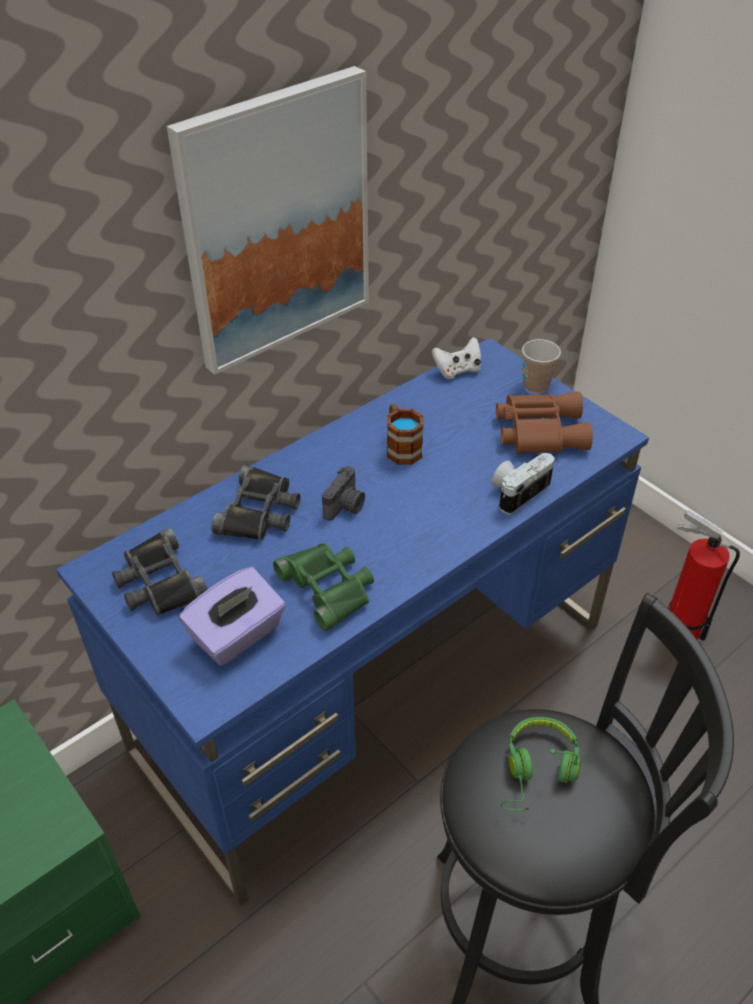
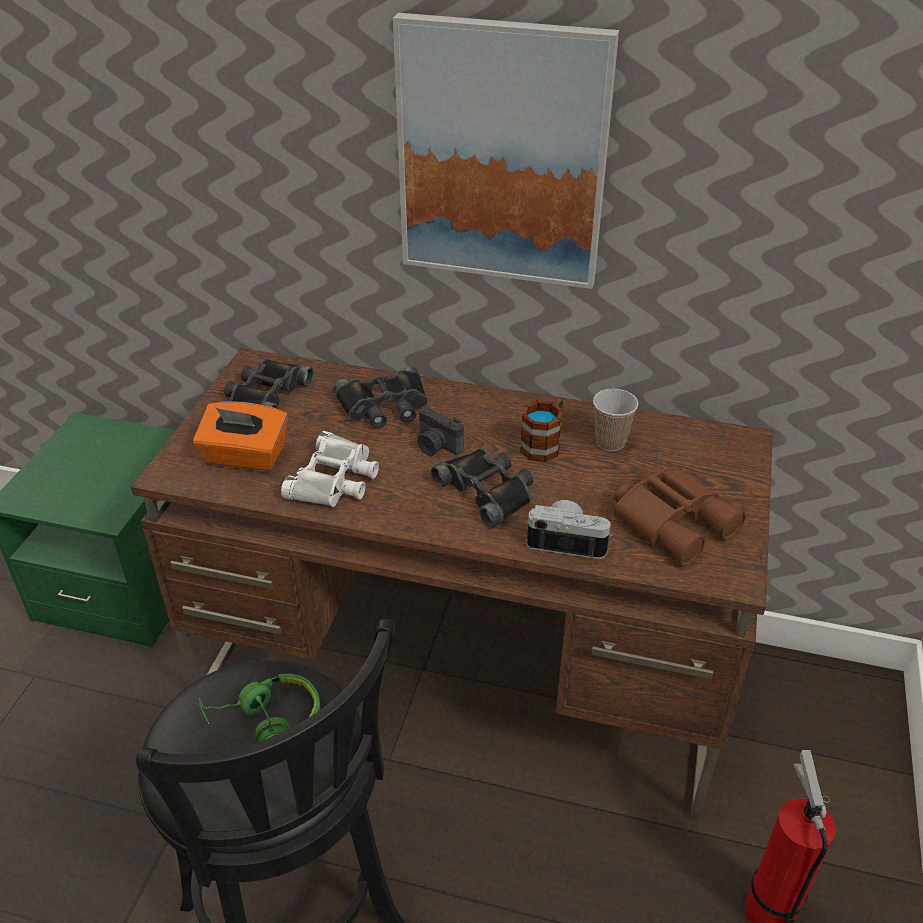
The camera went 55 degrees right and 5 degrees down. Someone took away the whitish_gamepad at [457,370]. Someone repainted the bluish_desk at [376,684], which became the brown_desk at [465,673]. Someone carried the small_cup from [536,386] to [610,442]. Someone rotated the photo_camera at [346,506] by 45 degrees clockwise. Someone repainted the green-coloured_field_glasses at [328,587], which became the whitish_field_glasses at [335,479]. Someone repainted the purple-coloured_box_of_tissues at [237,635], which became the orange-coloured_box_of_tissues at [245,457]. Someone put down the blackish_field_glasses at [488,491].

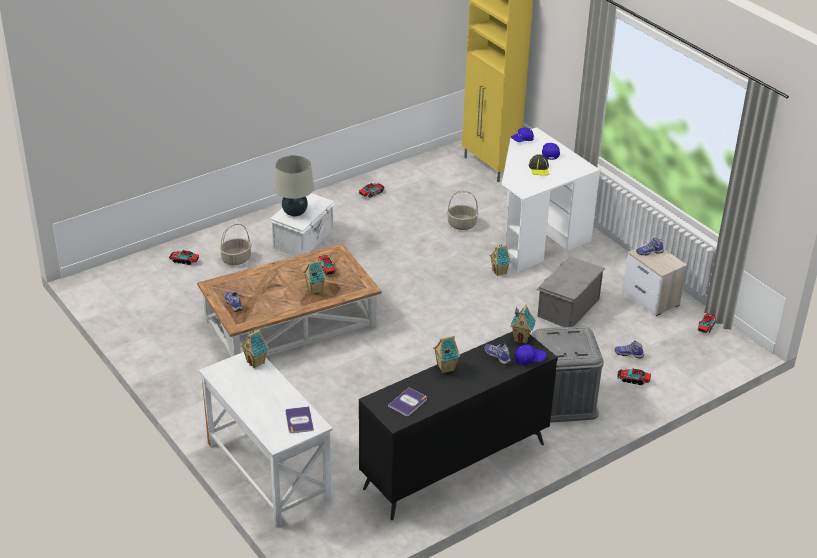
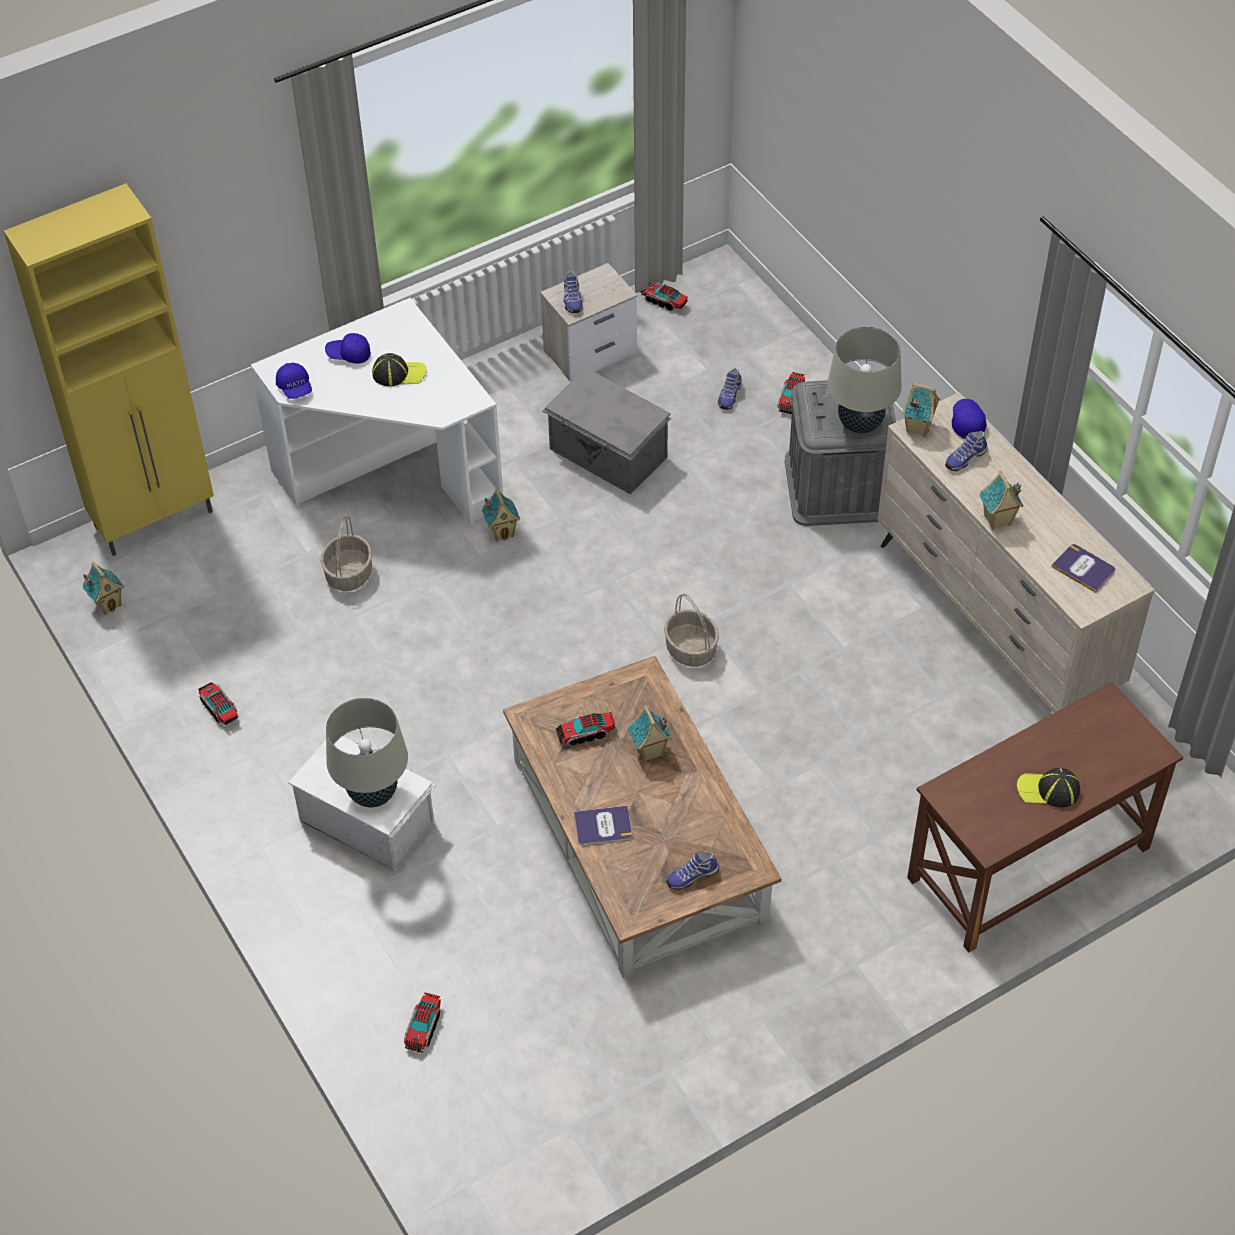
The camera went 85 degrees left and 15 degrees up. Someone carried the basket from [236,259] to [691,649]. Someone carried the model_house from [256,362] to [108,604]. Someone repainted the blackish_dresser at [454,466], which became the sand-coloured_dresser at [995,624]. Someone repainted the whitish_desk at [267,472], which became the brown_desk at [1029,864]. Someone carried the bound_book from [299,420] to [603,826]. Someone put down the sand-coloured_table_lamp at [860,423]. Someone put down the peaked_cap at [1048,790].

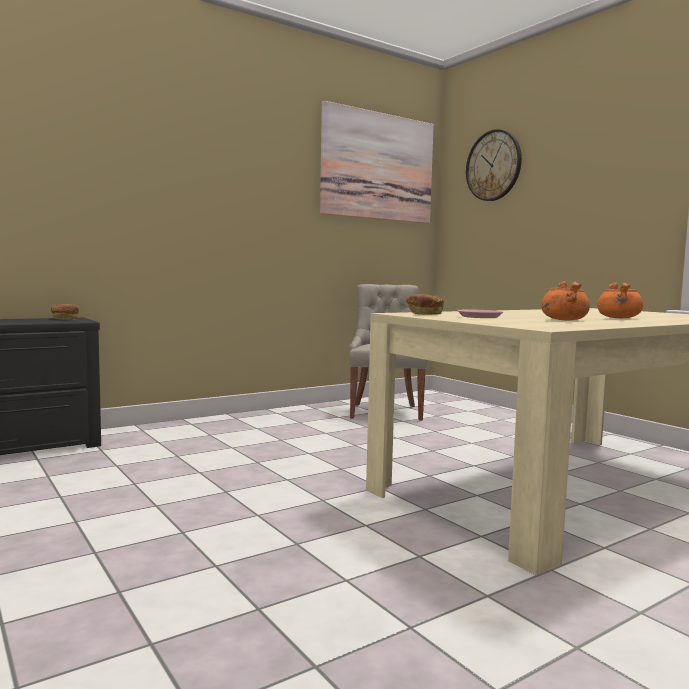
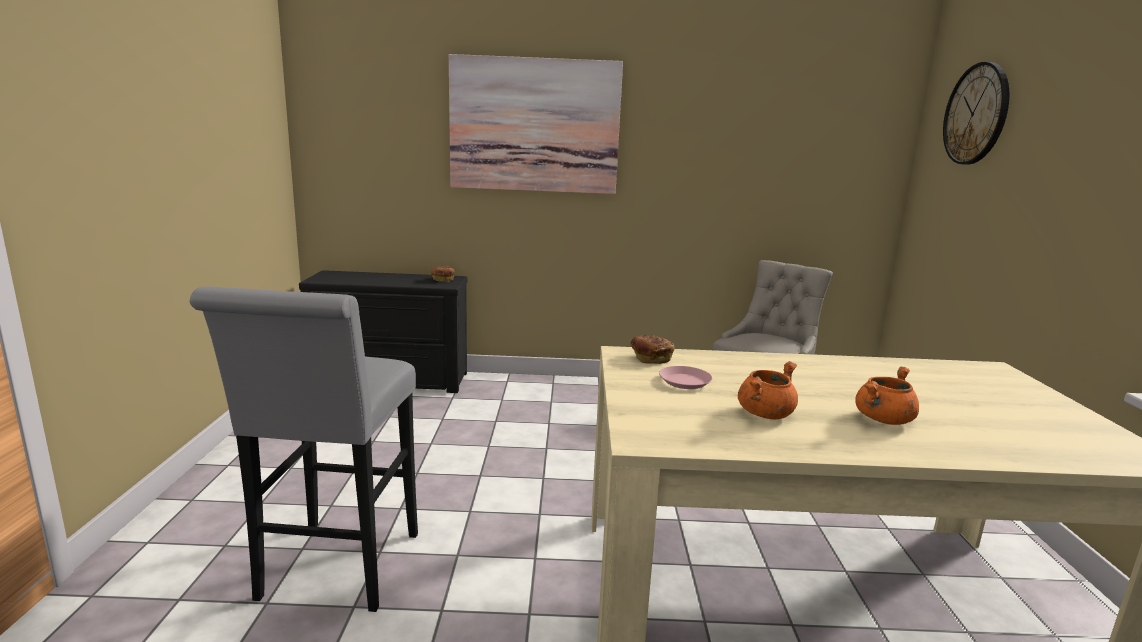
The camera went 35 degrees right and 10 degrees up. Someone carried the wall_picture from [378,167] to [534,126]. Someone put down the greyish_stool_seat at [335,573].

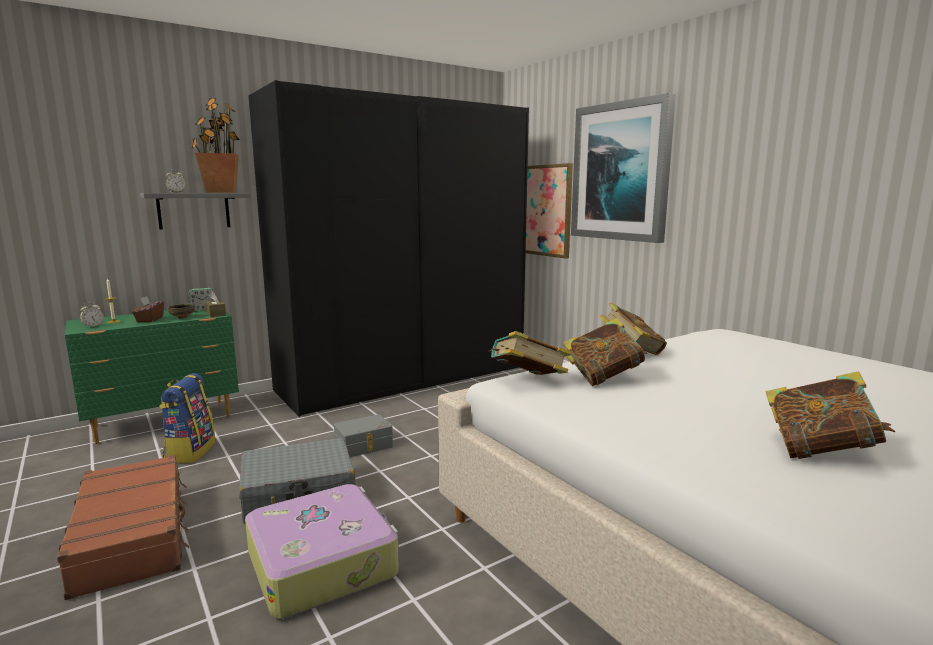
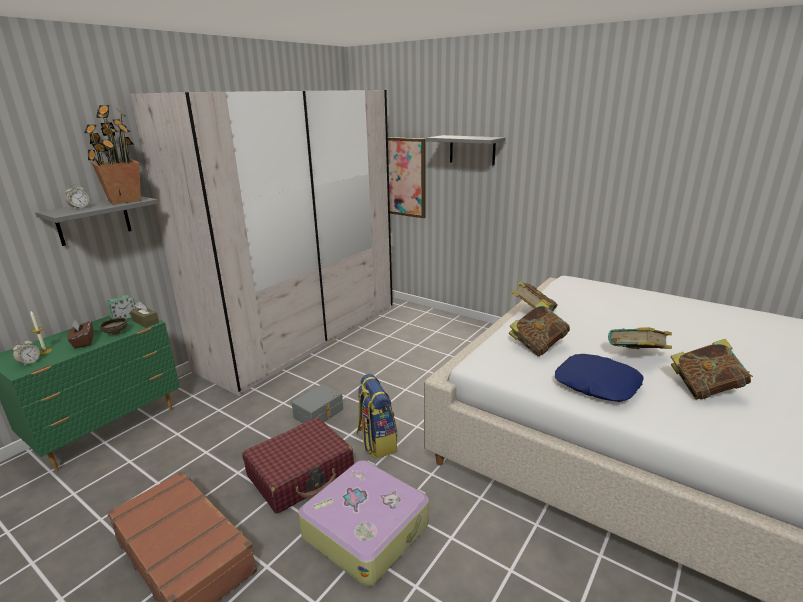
The camera went 20 degrees left and 10 degrees up. Someone repainted the blackish_armoire at [405,378], which became the sand-coloured_armoire at [304,336]. Someone swapped the wall_picture at [621,172] for the greyish_shelf at [472,150]. Someone carried the bound_book from [527,382] to [636,357]. Someone carried the knapsack from [190,452] to [376,442]. Someone repainted the greyish_piece_of_luggage at [299,495], which became the reddish_piece_of_luggage at [301,474]. Someone put down the bluish_throw_pillow at [596,385].

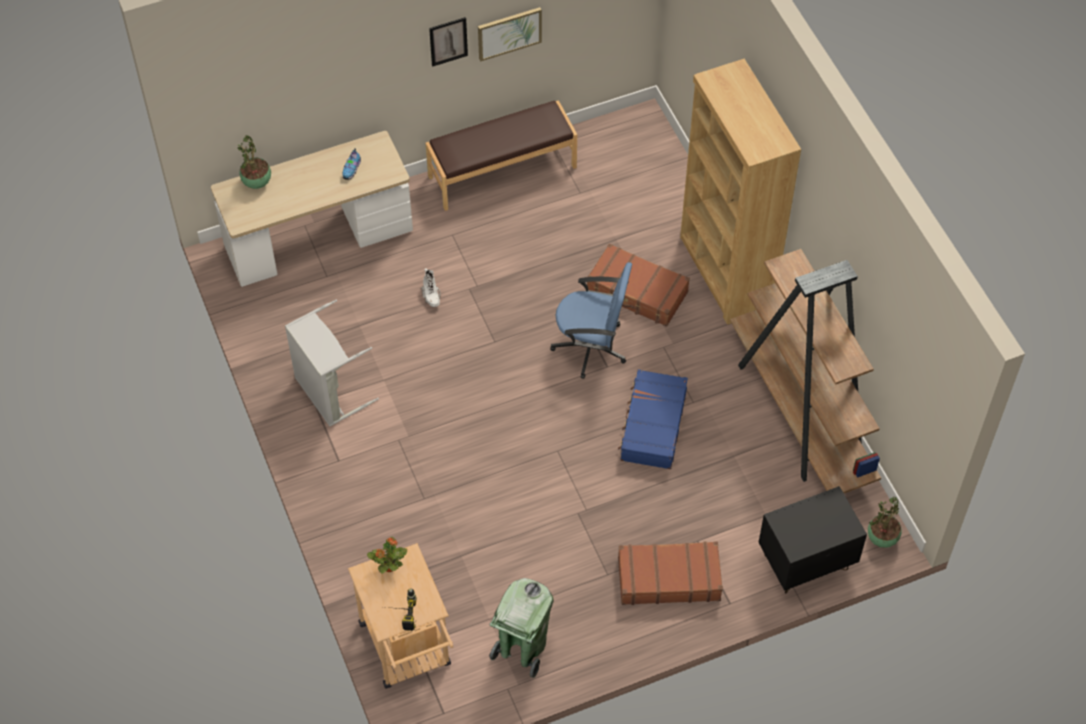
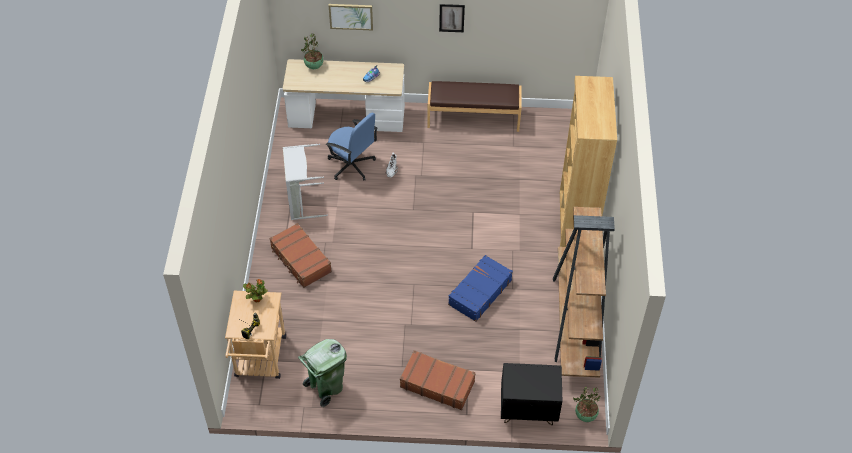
The camera went 25 degrees right and 5 degrees down. Someone carried the wall_picture from [509,33] to [351,16]. Someone carried the brown_piece_of_luggage from [637,292] to [300,260]. Someone carried the bluish_office_chair from [591,347] to [351,165].

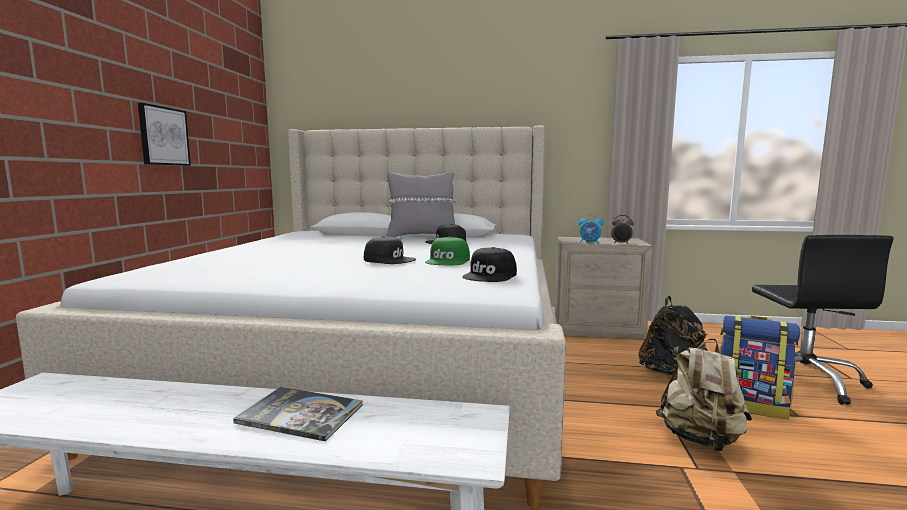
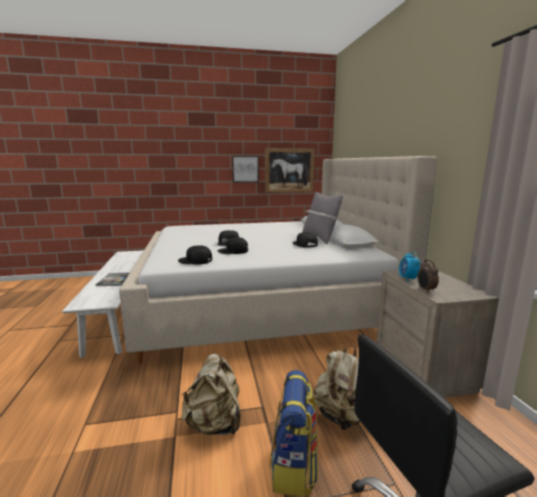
The camera went 70 degrees right and 5 degrees up. Someone repainted the green-coloured_peaked_cap at [448,261], which became the blackish_peaked_cap at [233,251]. Someone repainted the blackish_knapsack at [670,372], which became the sand-coloured_knapsack at [342,416]. Someone put up the wall_picture at [289,170].

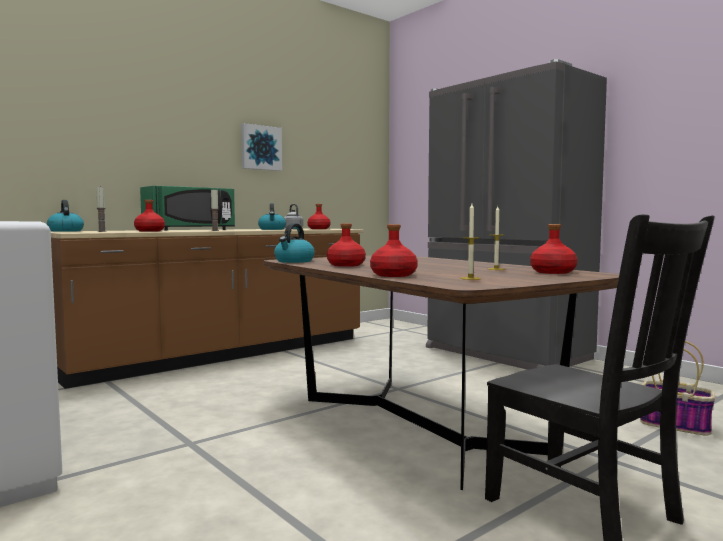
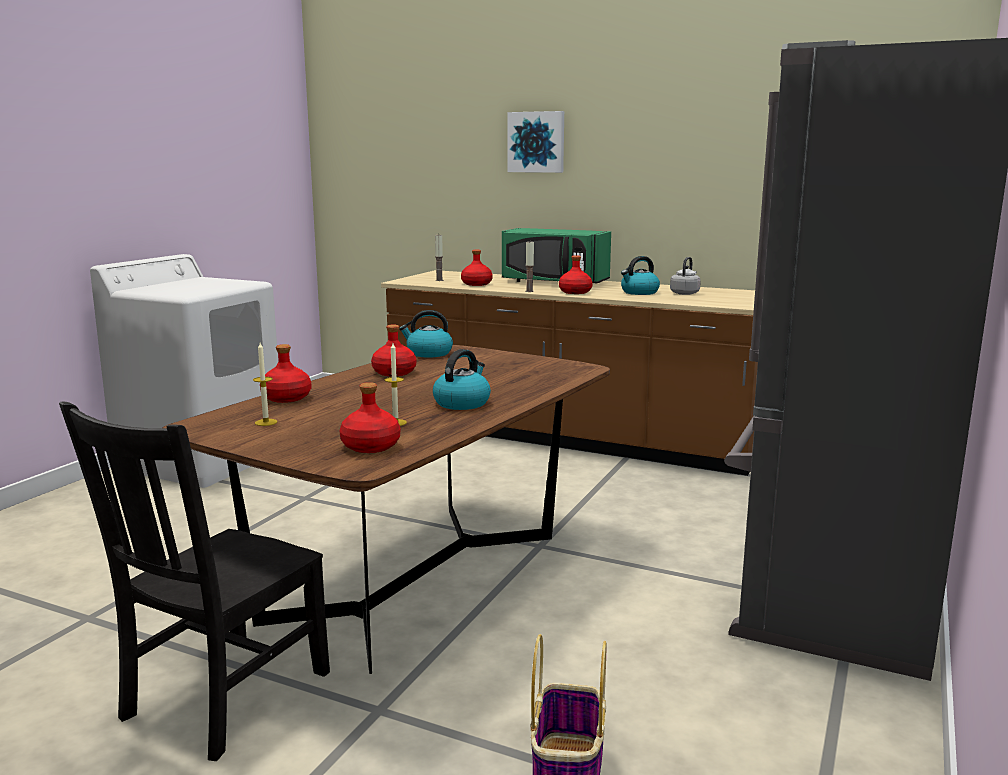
The camera went 65 degrees right and 10 degrees up. Someone carried the wall_picture from [260,148] to [536,142]. Someone carried the kettle from [65,231] to [462,403]. Someone carried the reddish_bottle from [318,229] to [575,292].

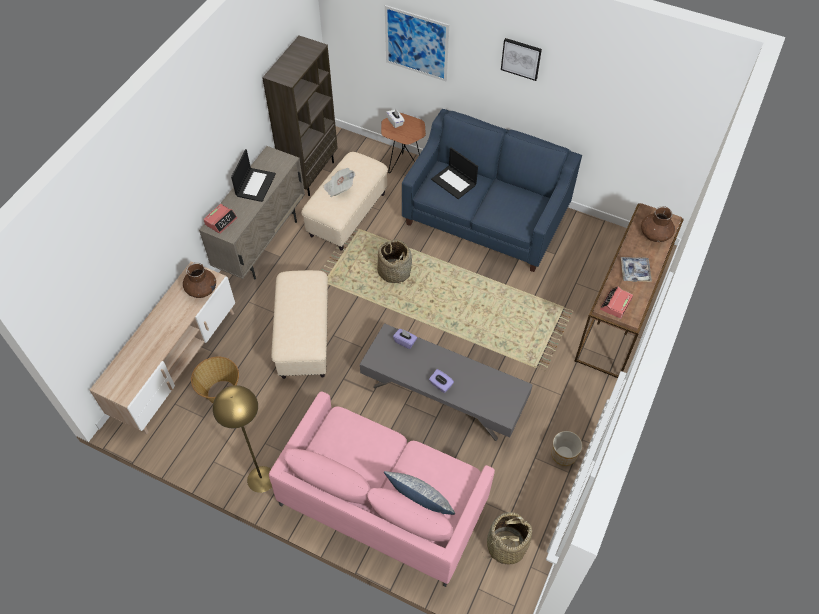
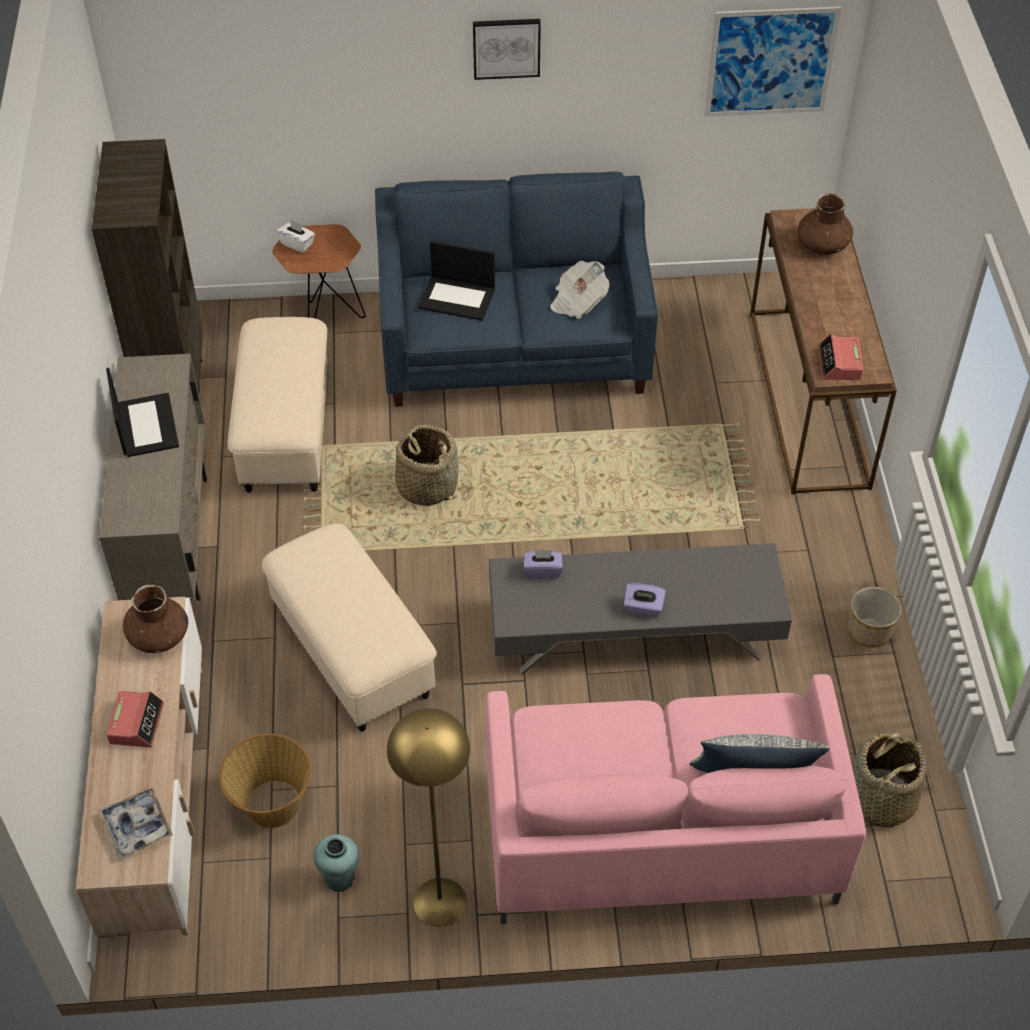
The camera went 30 degrees left and 5 degrees down. Someone carried the wall_picture from [416,43] to [770,62]. Someone carried the printed_paper from [339,188] to [578,301]. Someone carried the table_clock from [221,221] to [136,723]. Someone carried the tray from [635,271] to [137,827]. Someone put down the turquoise-coloured_flower_vase at [339,877].

